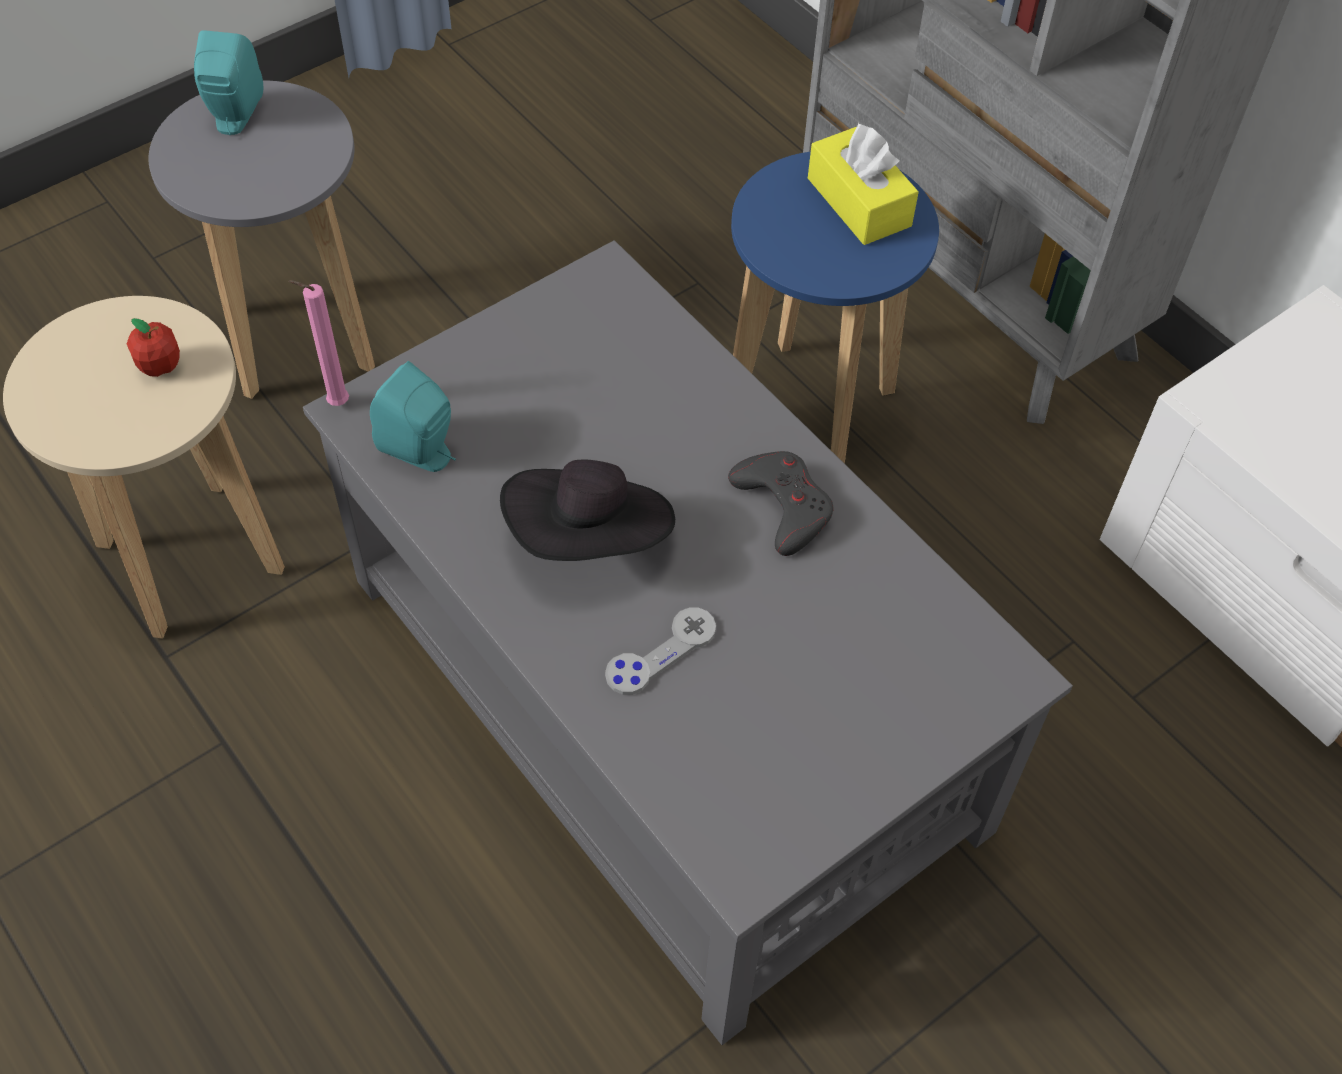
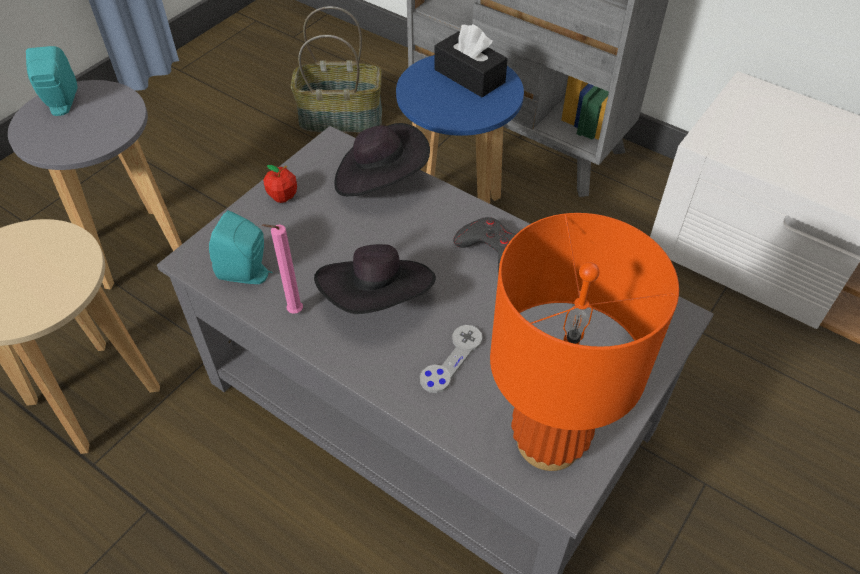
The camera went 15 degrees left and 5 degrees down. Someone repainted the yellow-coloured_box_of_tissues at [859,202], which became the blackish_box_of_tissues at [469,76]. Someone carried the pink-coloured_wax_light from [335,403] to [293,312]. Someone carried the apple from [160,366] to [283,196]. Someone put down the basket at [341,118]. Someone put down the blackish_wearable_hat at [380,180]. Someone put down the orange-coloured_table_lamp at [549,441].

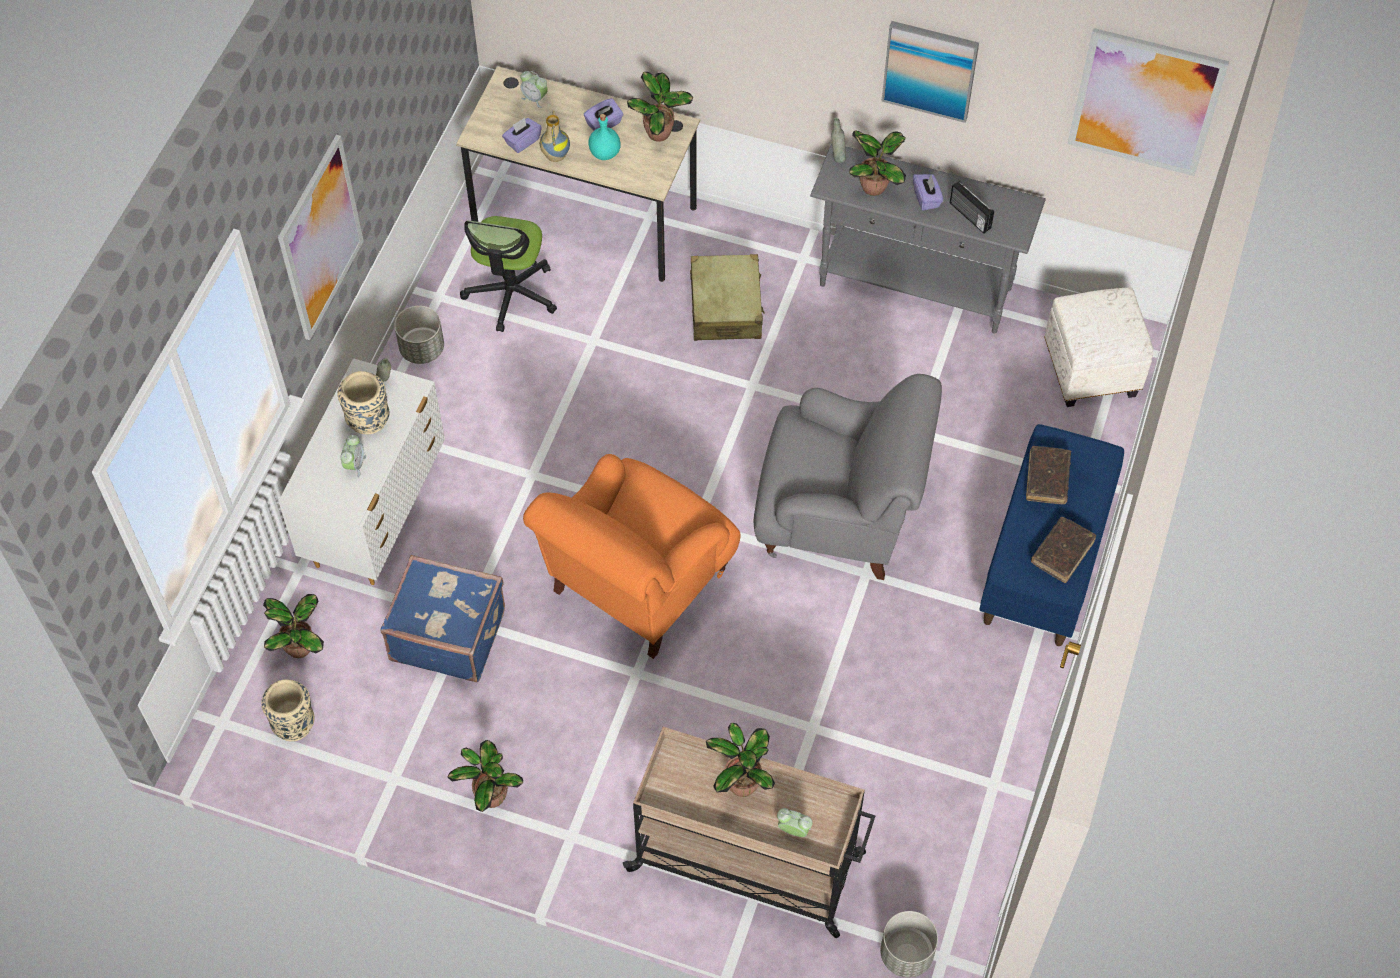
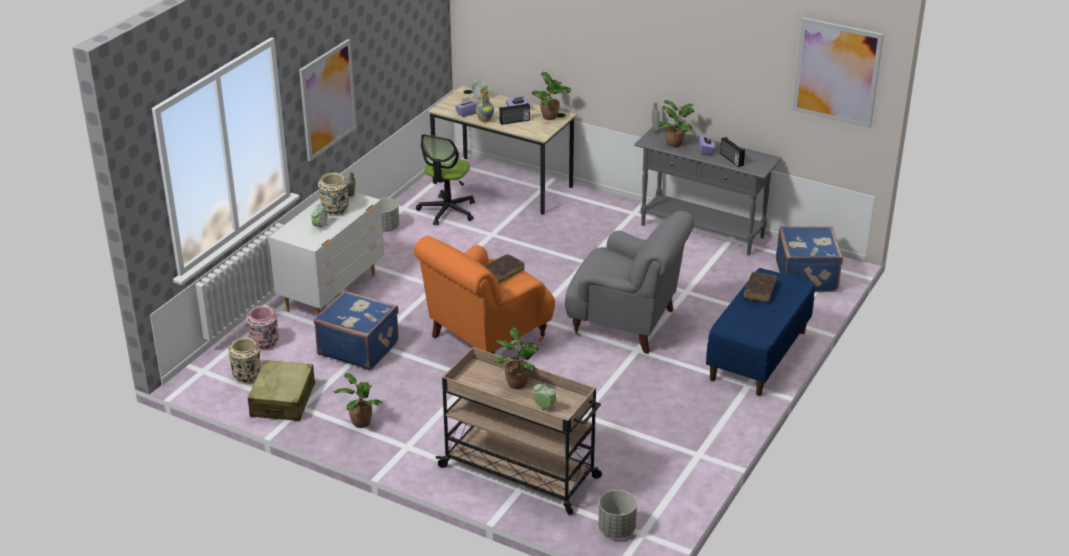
The camera went 10 degrees right and 25 degrees down. Someone took away the wall_picture at [930,70]. Someone swapped the turquoise-coloured_bottle at [605,153] for the radio_receiver at [514,121]. Someone carried the sand-coloured_piece_of_luggage from [726,307] to [283,400]. Someone swapped the whitish_ottoman at [1089,370] for the bluish_piece_of_luggage at [807,276]. Someone carried the brown_bound_book from [1062,553] to [502,272]. Someone swapped the houseplant at [301,647] for the pink-coloured_flower_vase at [264,343].

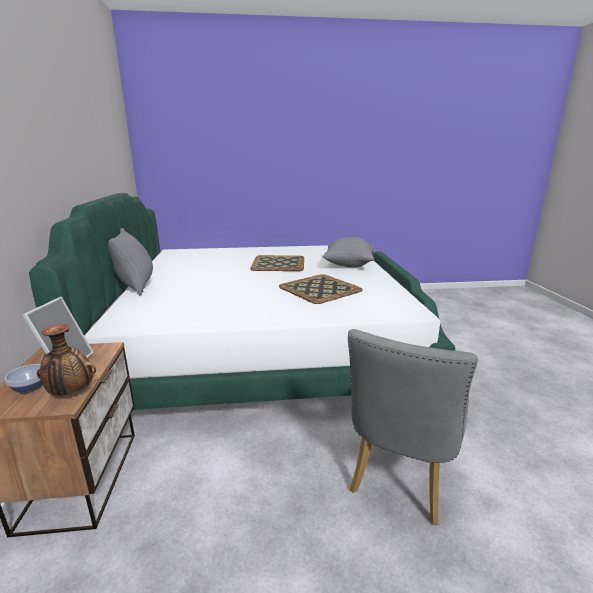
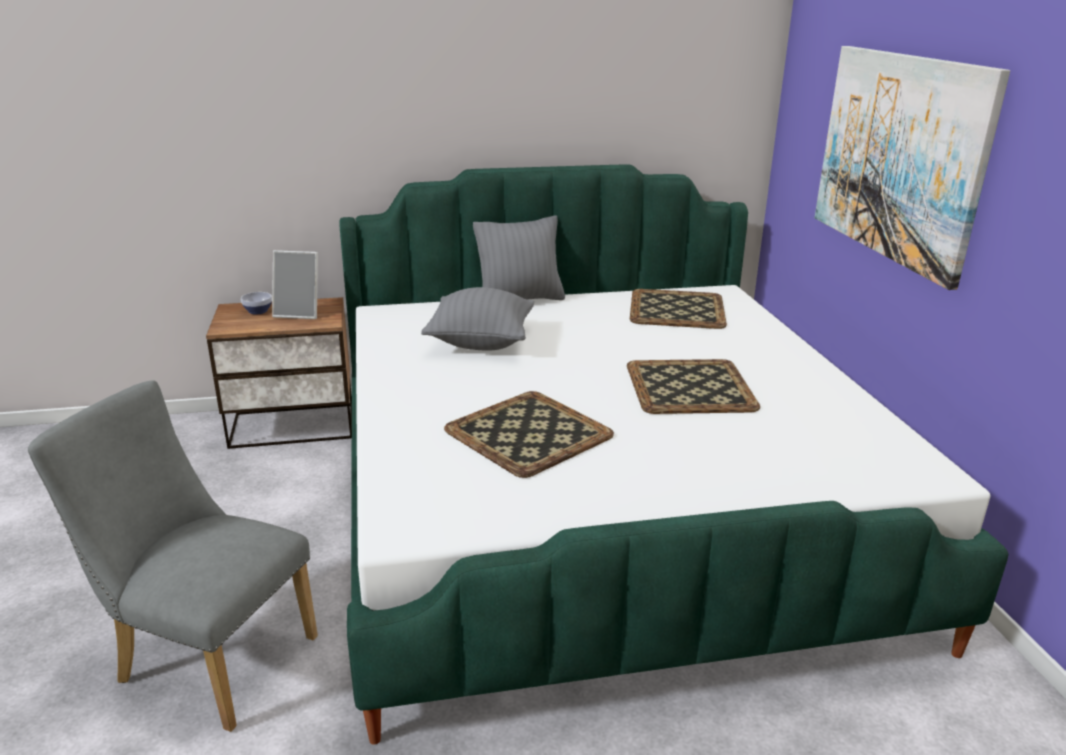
The camera went 85 degrees right and 5 degrees up. Someone carried the greyish_throw_pillow from [348,265] to [481,342]. Someone took away the flower_vase at [71,393]. Someone put up the wall_picture at [898,157]. Someone put down the tray at [678,310].

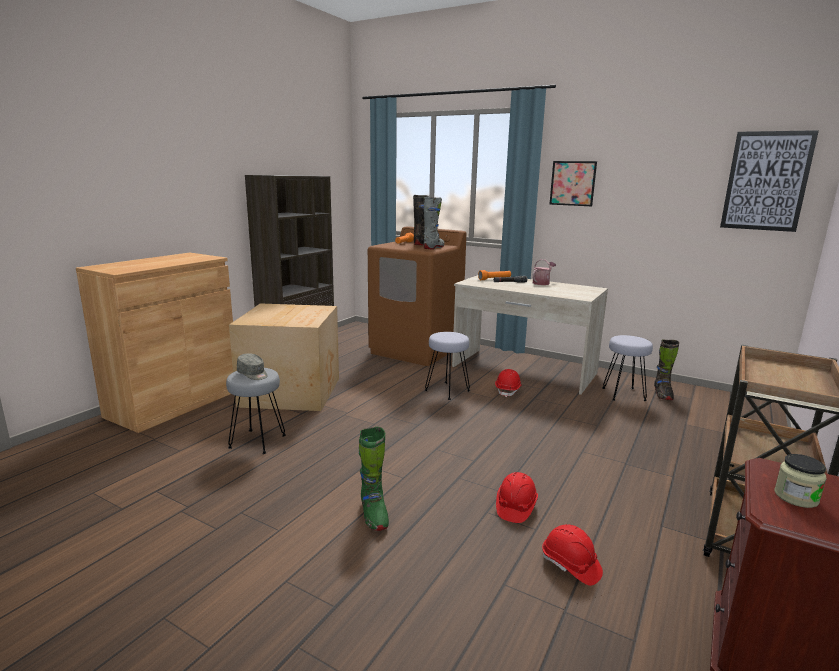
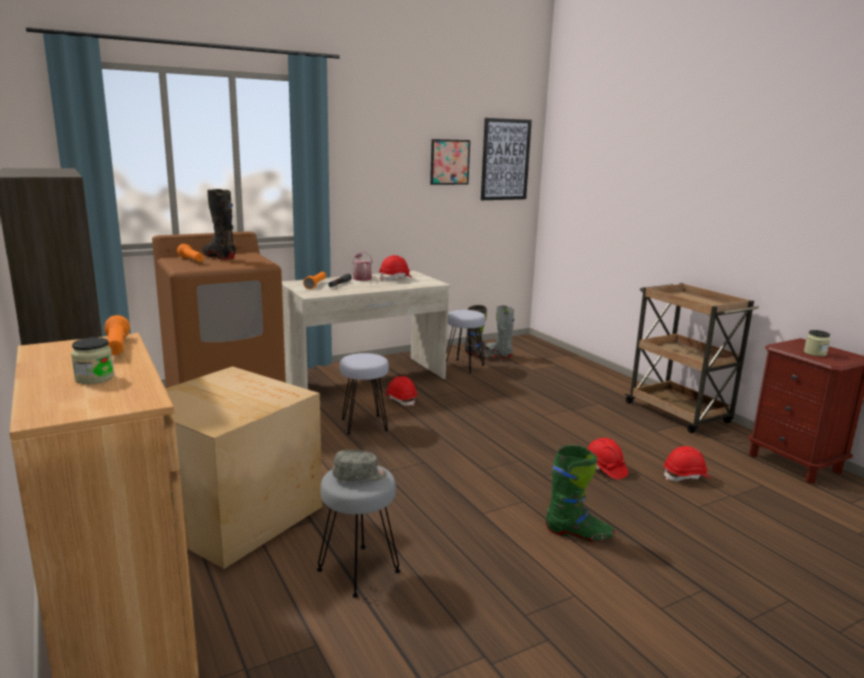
The camera went 60 degrees left and 0 degrees up. Someone carried the wall_picture from [572,183] to [449,162]. Someone carried the greyish_high-top_boot from [434,248] to [499,354]. Someone put down the reddish_safety_helmet at [396,278]. Someone put down the orange-coloured_torch at [117,347]. Someone put down the jar at [94,378].

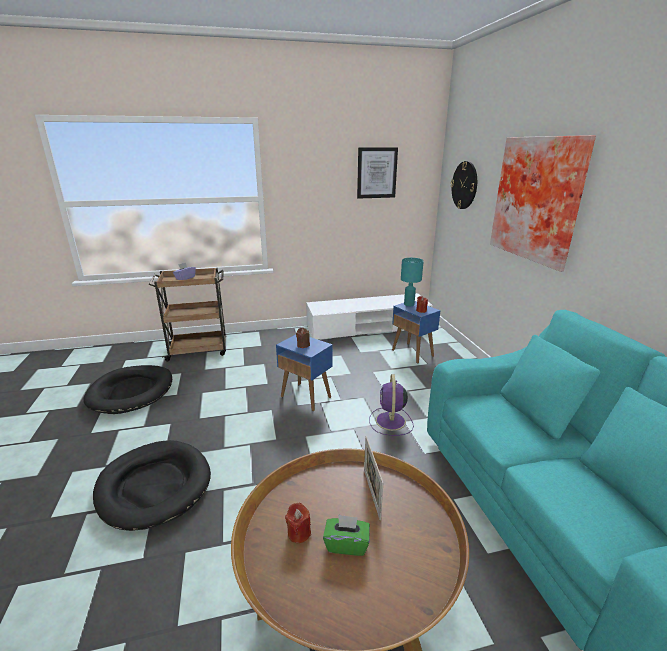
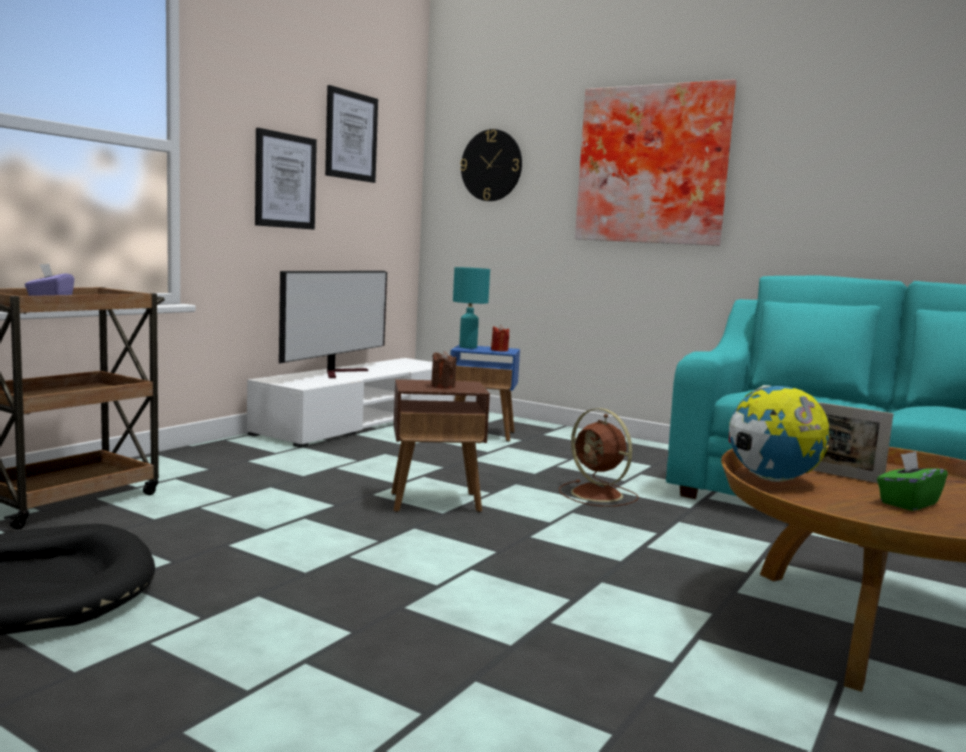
The camera went 45 degrees left and 15 degrees down. Someone repainted the bluish_accent_table at [306,397], which became the brown_accent_table at [436,502]. Someone repainted the purple-coloured_fan at [390,422], which became the brown_fan at [598,495]. Someone took away the blackish_dog_bed at [154,486]. Someone took away the reddish_wax_light at [299,533]. Someone put up the wall_picture at [285,181]. Someone put down the television at [340,372]. Someone put down the globe at [771,480].

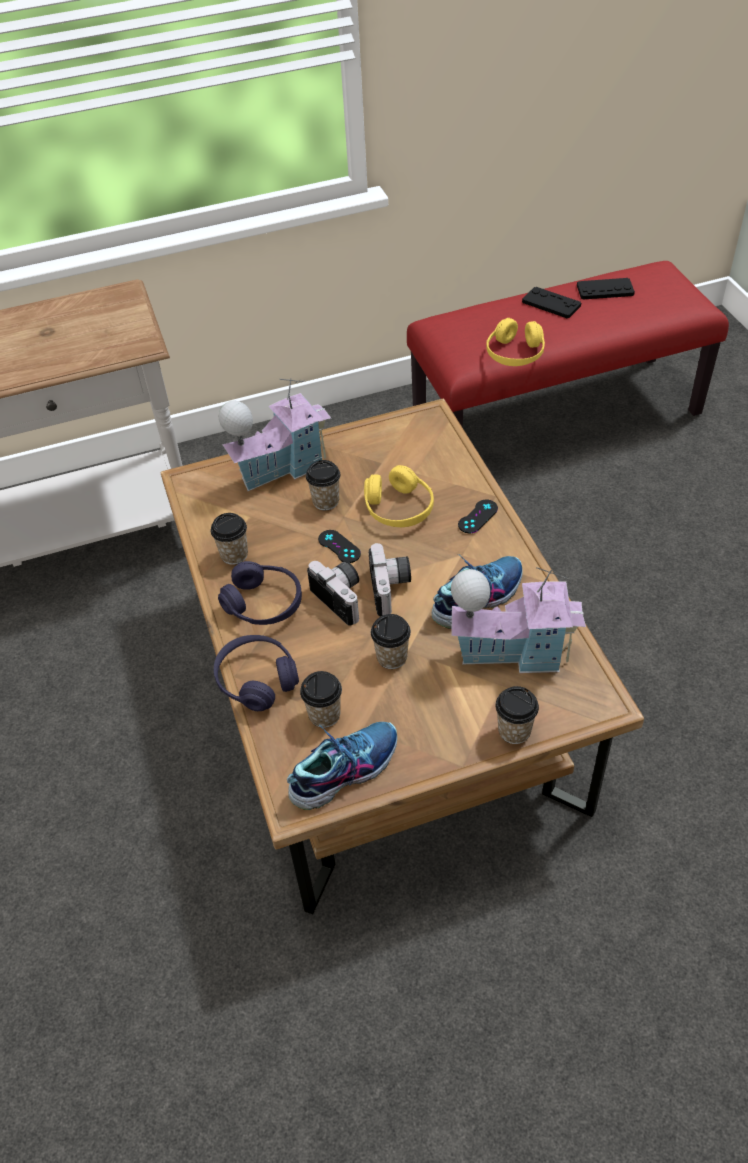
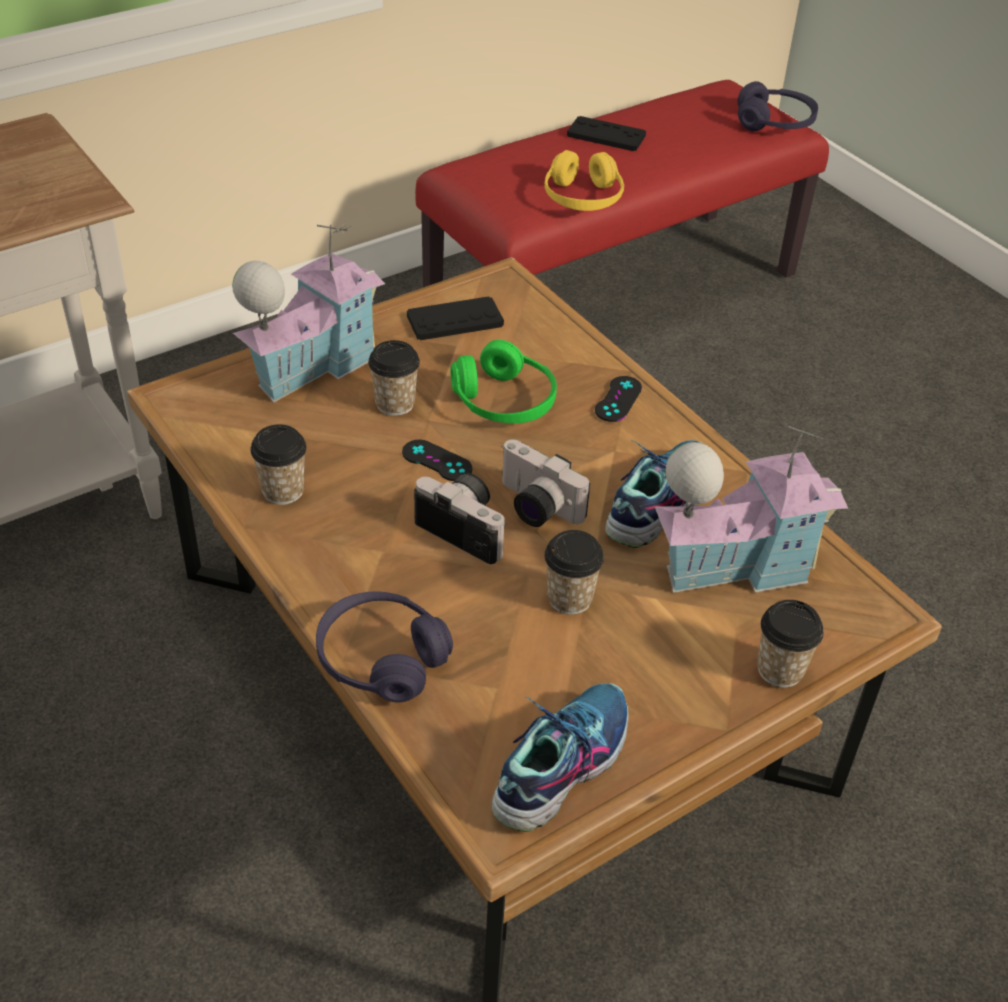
The camera went 20 degrees left and 5 degrees down. Someone carried the blackish_gamepad from [605,290] to [455,320]. Someone repainted the yellow-coloured_headset at [399,508], which became the green-coloured_headset at [504,401]. Someone rotated the photo_camera at [391,589] by 150 degrees clockwise. Someone carried the purple-coloured_headset from [263,603] to [774,122]. Someone took away the small_cup at [324,715].

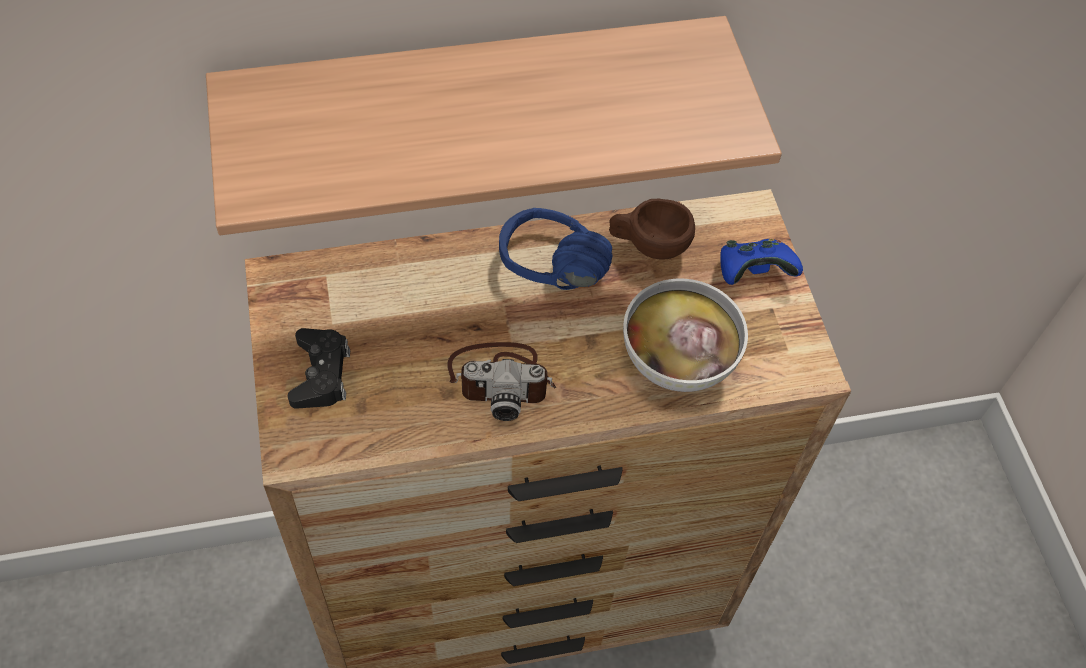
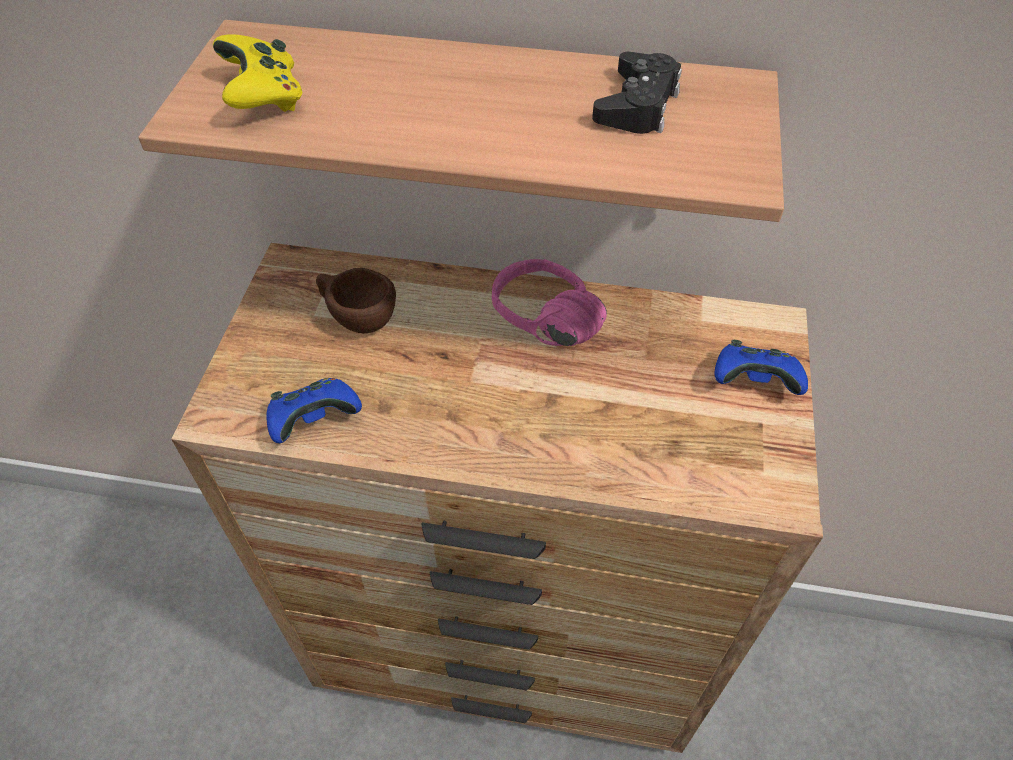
The camera went 25 degrees right and 5 degrees down. Someone carried the brown_small_cup from [648,245] to [357,317]. Someone repainted the bluish_headset at [547,277], which became the pink-coloured_headset at [536,329]. Someone took away the bowl at [676,362]. Someone carried the blackish_gamepad from [321,374] to [637,105]. Someone took away the photo_camera at [501,379]. Someone put down the yellow-coloured_gamepad at [264,99]. Someone put down the bluish_gamepad at [315,420].

